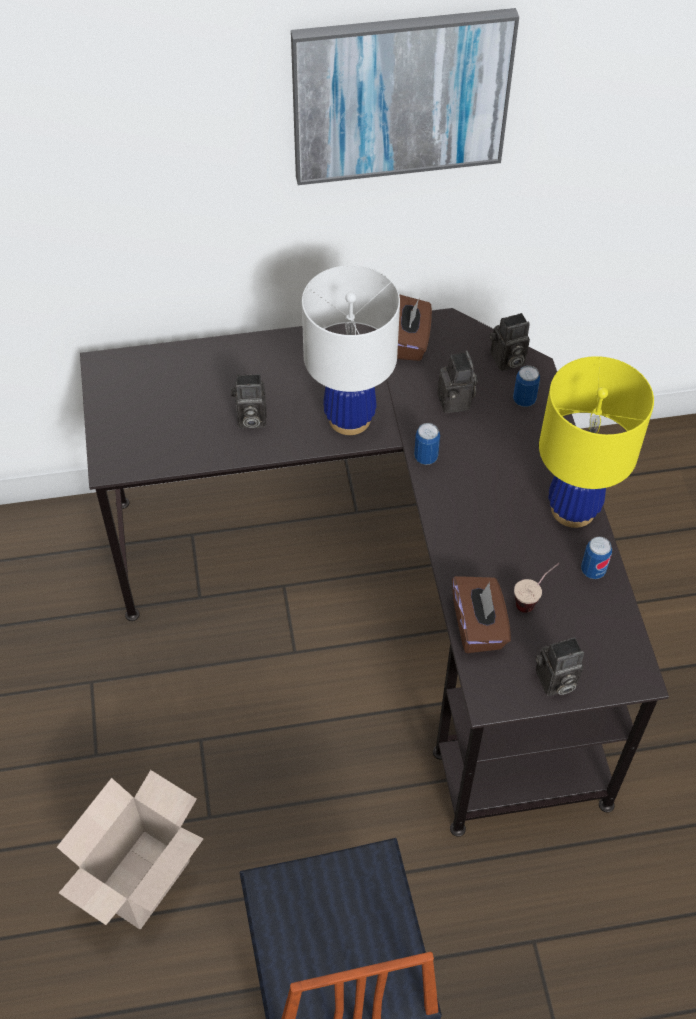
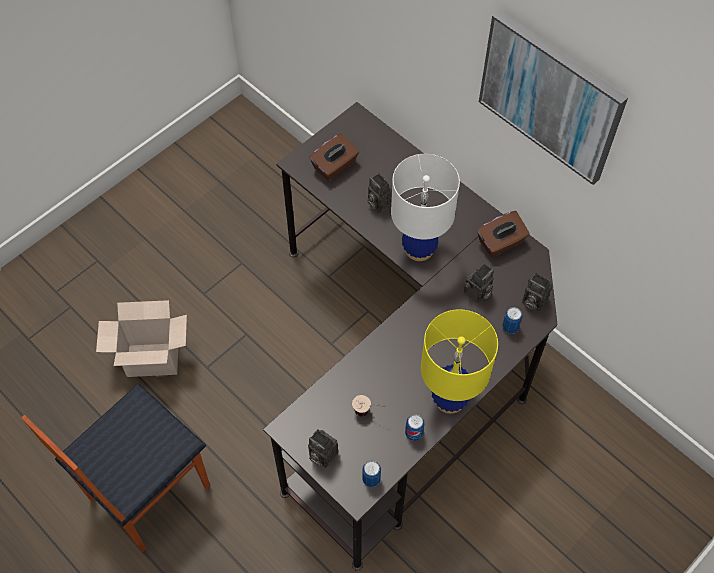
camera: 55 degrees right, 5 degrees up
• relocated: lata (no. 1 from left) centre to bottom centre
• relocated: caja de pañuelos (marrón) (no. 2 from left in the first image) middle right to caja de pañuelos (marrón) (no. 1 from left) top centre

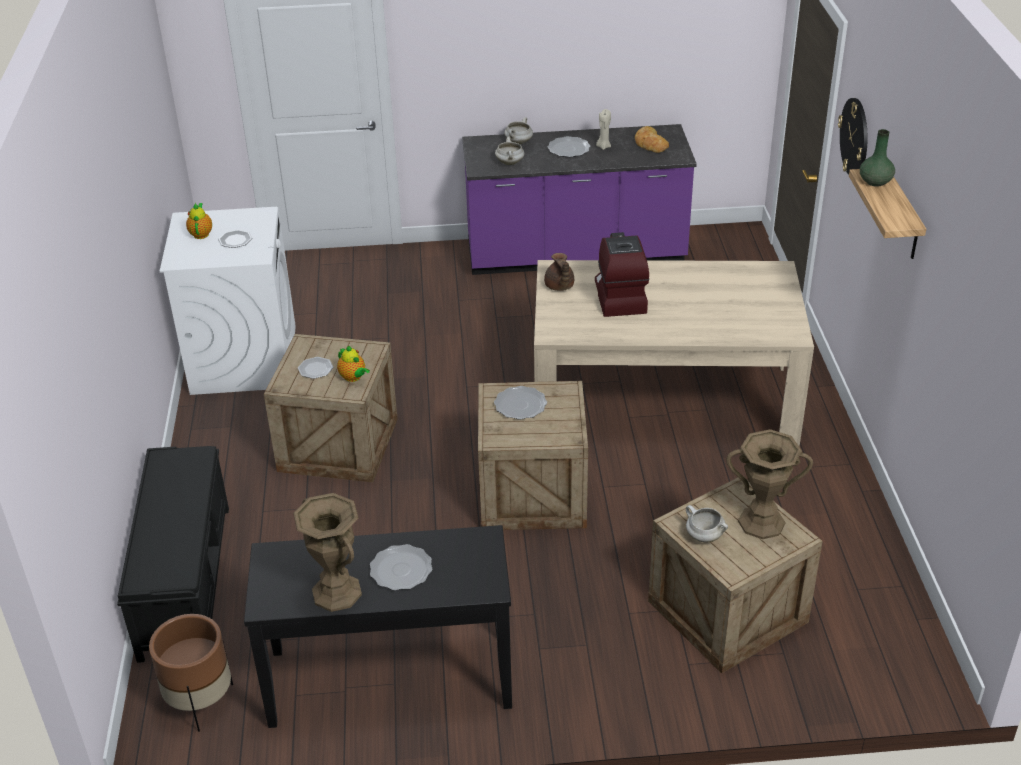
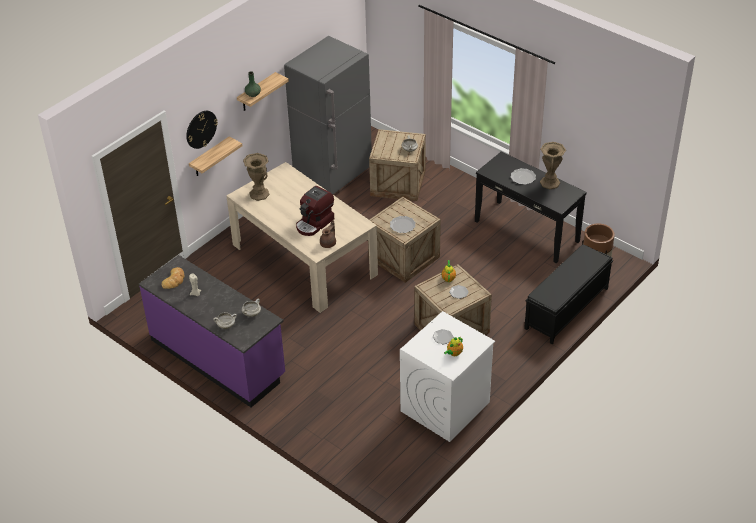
camera: 135 degrees left, 5 degrees up
• missing: plato (no. 5 from left) top centre
• relocated: florero (marrón) (no. 2 from left in the first image) middle right to florero (marrón) (no. 1 from left) centre
• appeared: nevera (gris) top centre
• appeared: estante (no. 1 from left) top left

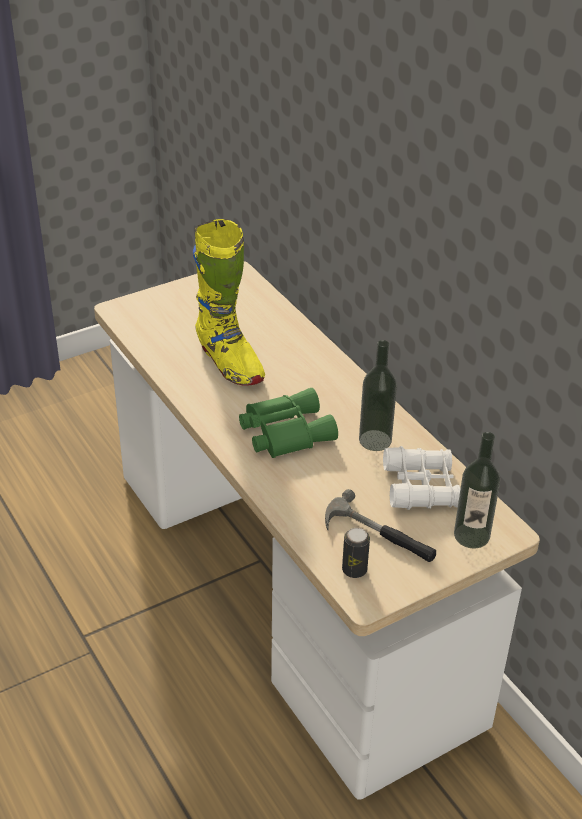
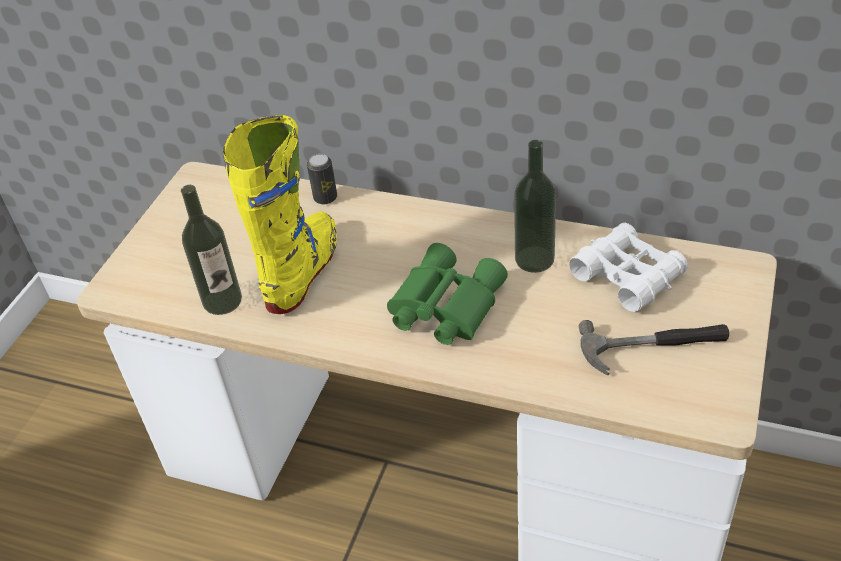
camera: 35 degrees left, 5 degrees up
• spun: bota (amarillo) centre = middle left 90 degrees counterclockwise
• relocated: botella (no. 2 from left in the first image) middle right to botella (no. 1 from left) middle left
• relocated: lata bottom centre to top centre

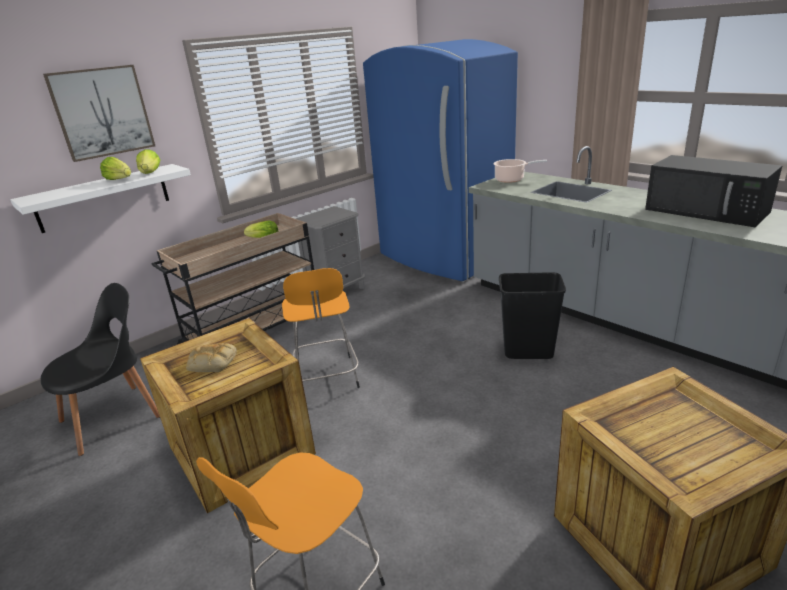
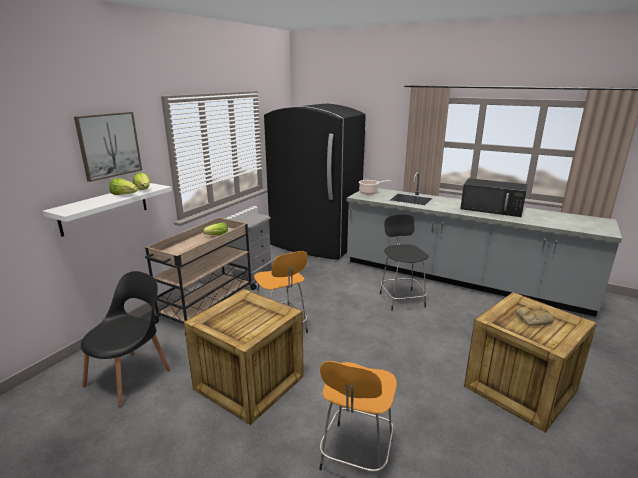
camera: 20 degrees left, 5 degrees down
• colour: nevera (azul) top centre to nevera (negro) centre
• exchanged: papelera (negro) middle right to taburete (negro) centre
• relocated: pan middle left to middle right

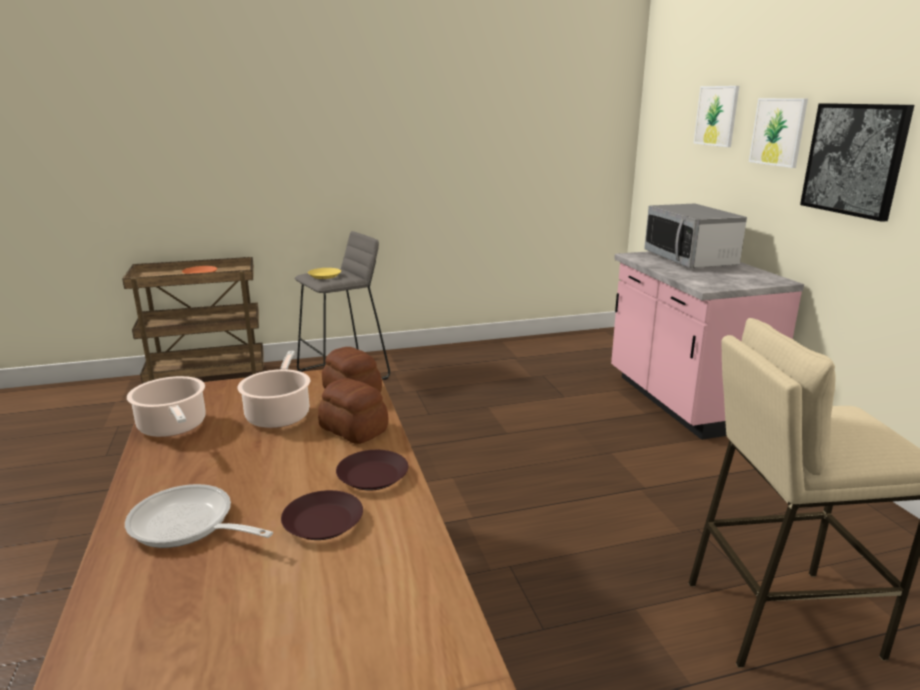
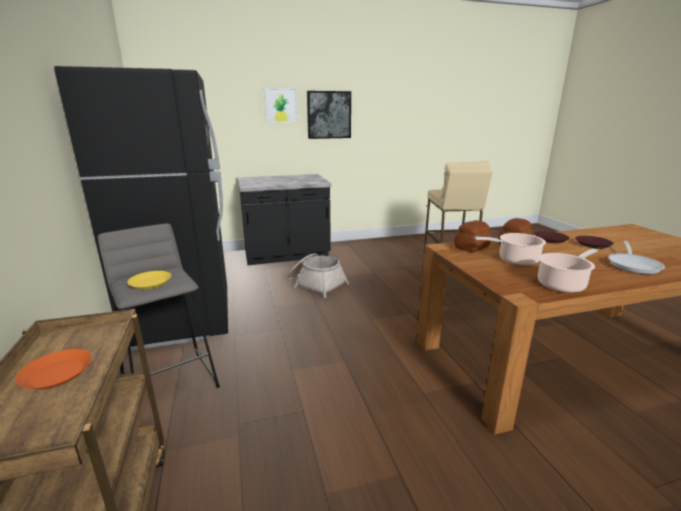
camera: 90 degrees left, 0 degrees up
• missing: cuadro (no. 1 from left) top right
• missing: microondas middle right
• colour: mueble bajo de cocina (rosa) middle right to mueble bajo de cocina (negro) centre
• appeared: nevera (negro) middle left
• appeared: cesta centre

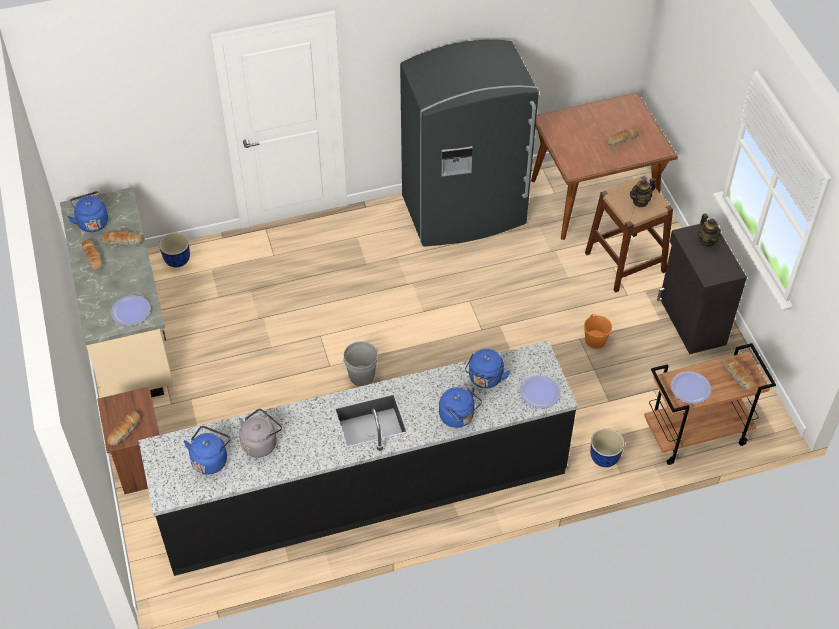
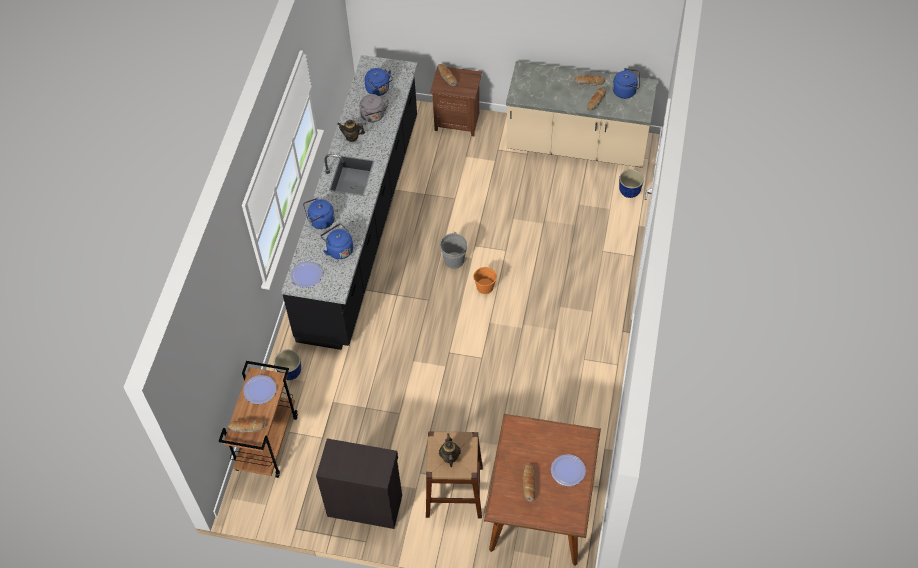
camera: 120 degrees right, 5 degrees up
• missing: nevera (gris) top centre
• relocated: tetera (no. 2 from left in the first image) middle right to tetera (no. 1 from left) top centre
• relocated: plato (no. 1 from left in the first image) middle left to plato (no. 3 from left) bottom centre
• relocated: cubo (naranja) middle right to centre

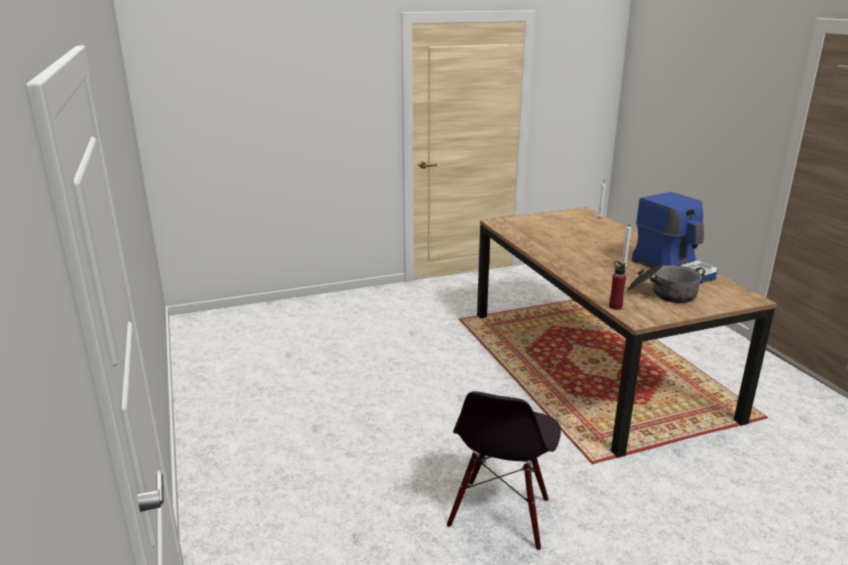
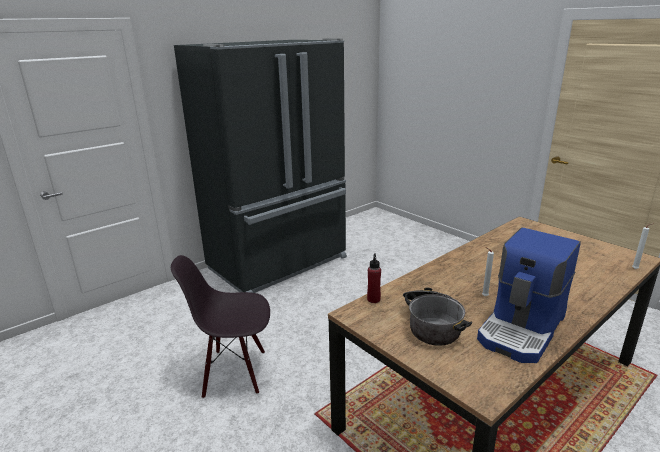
camera: 70 degrees right, 0 degrees up
• appeared: nevera (negro) centre

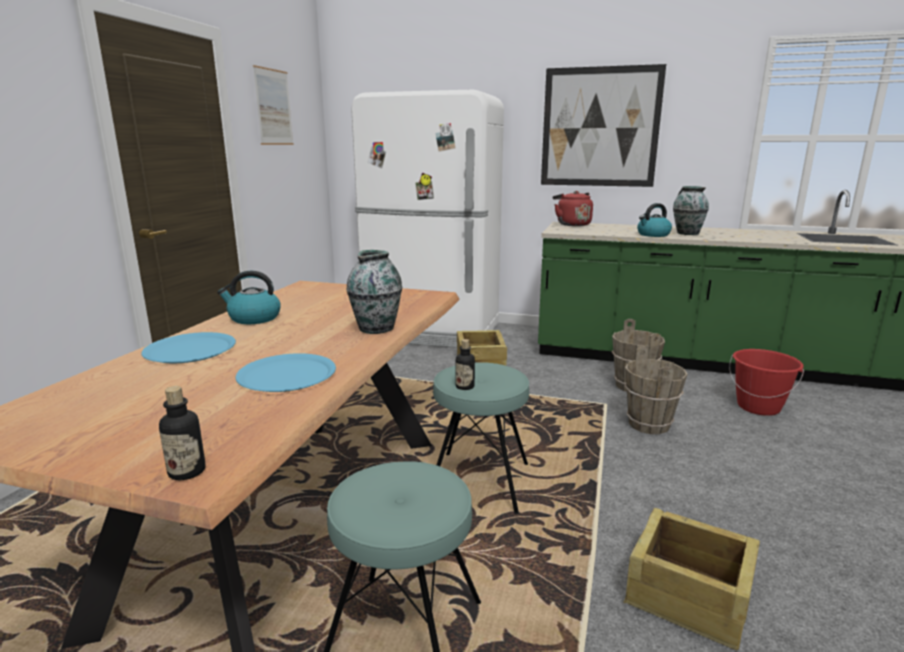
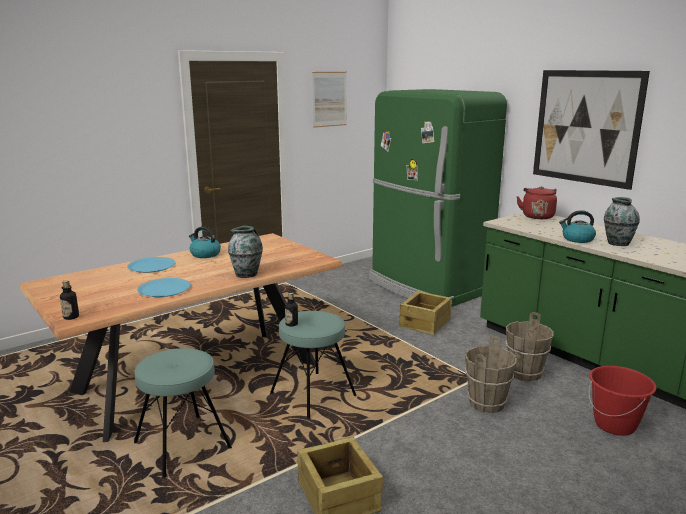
camera: 35 degrees right, 0 degrees up
• colour: nevera (blanco) centre to nevera (verde) centre

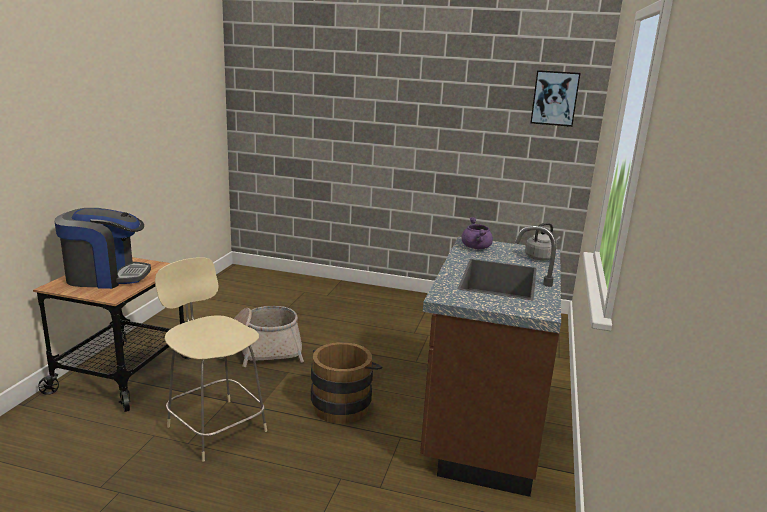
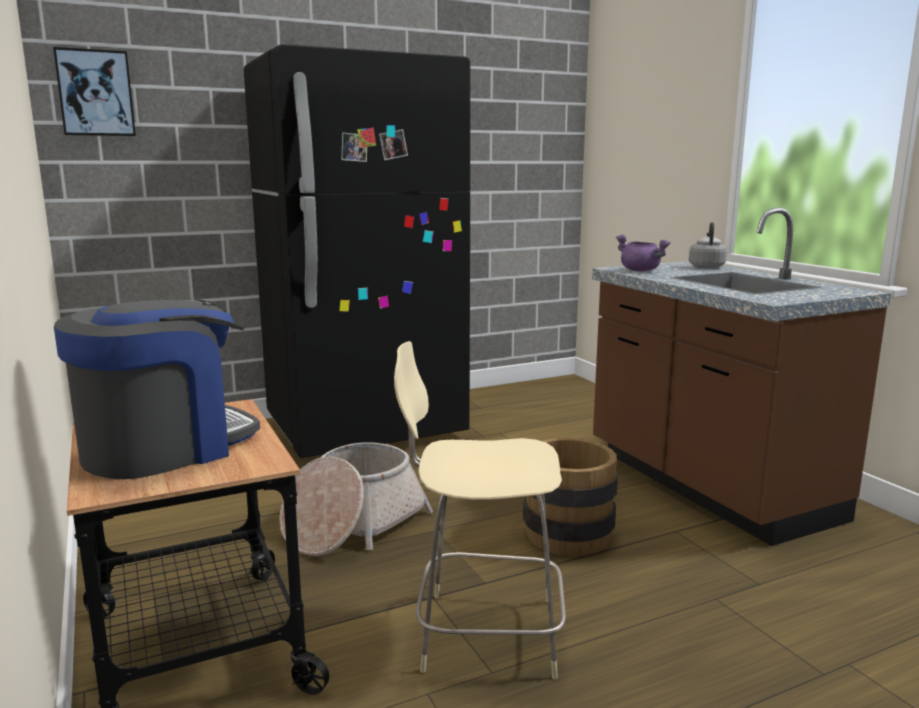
camera: 40 degrees left, 5 degrees down
• relocated: cuadro top right to top left
• appeared: nevera (negro) centre

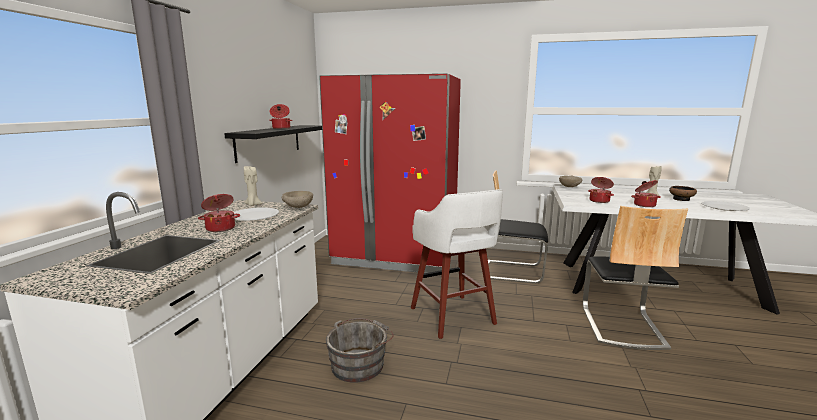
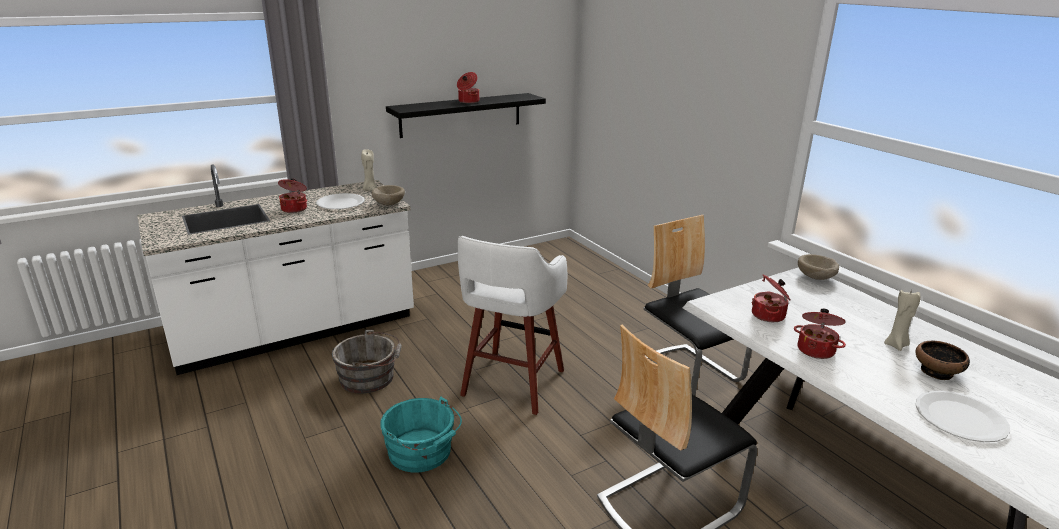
camera: 45 degrees right, 10 degrees up
• missing: nevera (rojo) centre
• appeared: cubo (turquesa) bottom centre

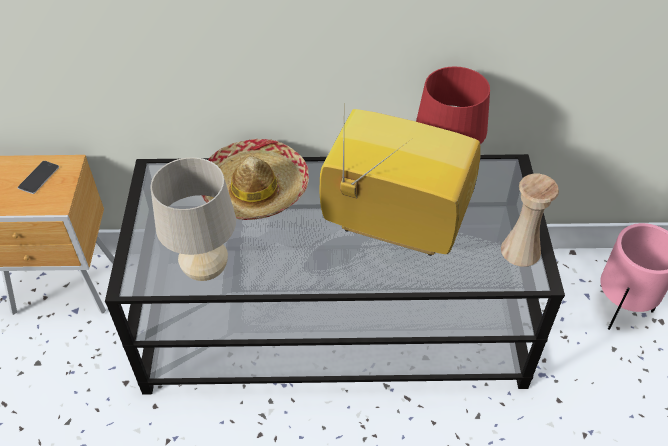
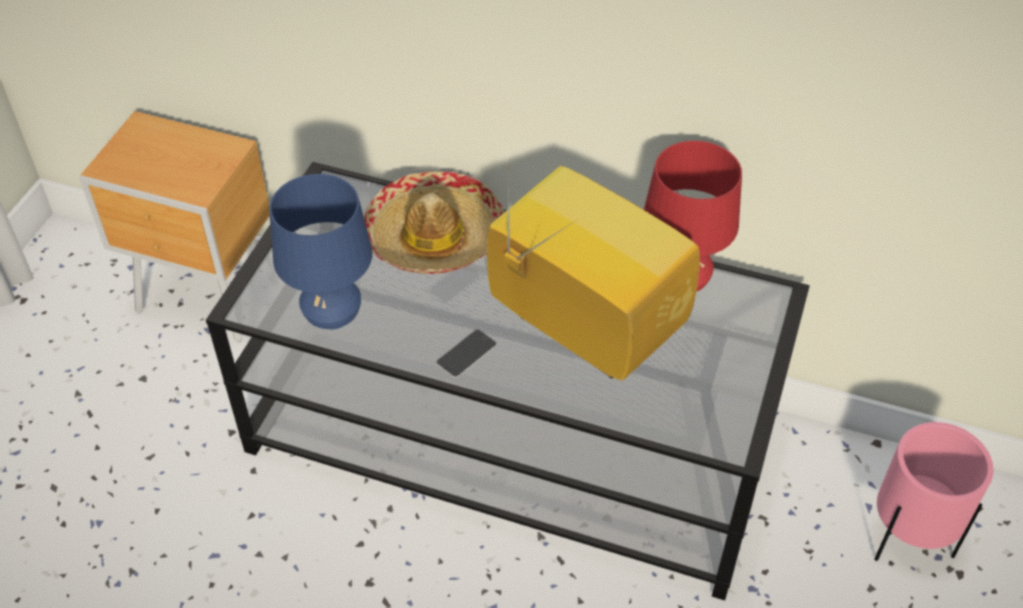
camera: 20 degrees right, 0 degrees up
• colour: lámpara de mesa (beis) middle left to lámpara de mesa (azul) middle left
• relocated: móvil middle left to centre
• missing: florero (beis) middle right

